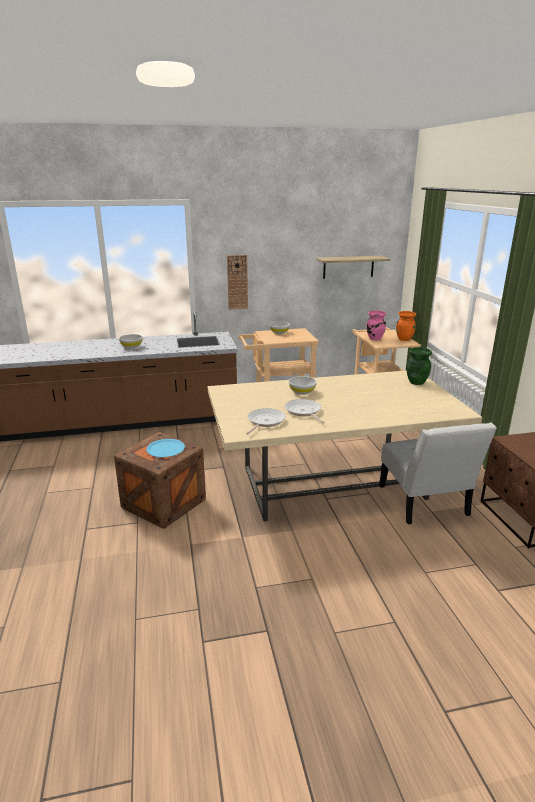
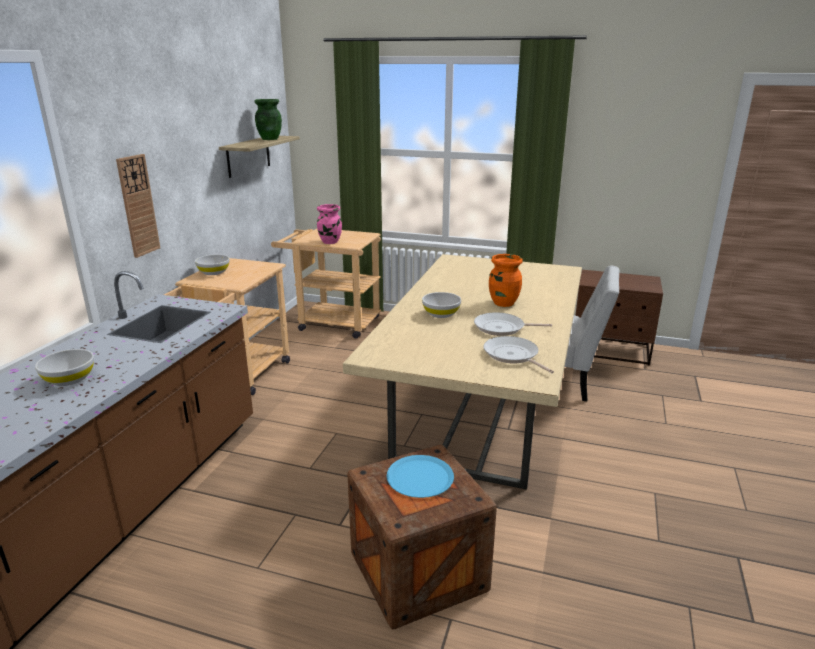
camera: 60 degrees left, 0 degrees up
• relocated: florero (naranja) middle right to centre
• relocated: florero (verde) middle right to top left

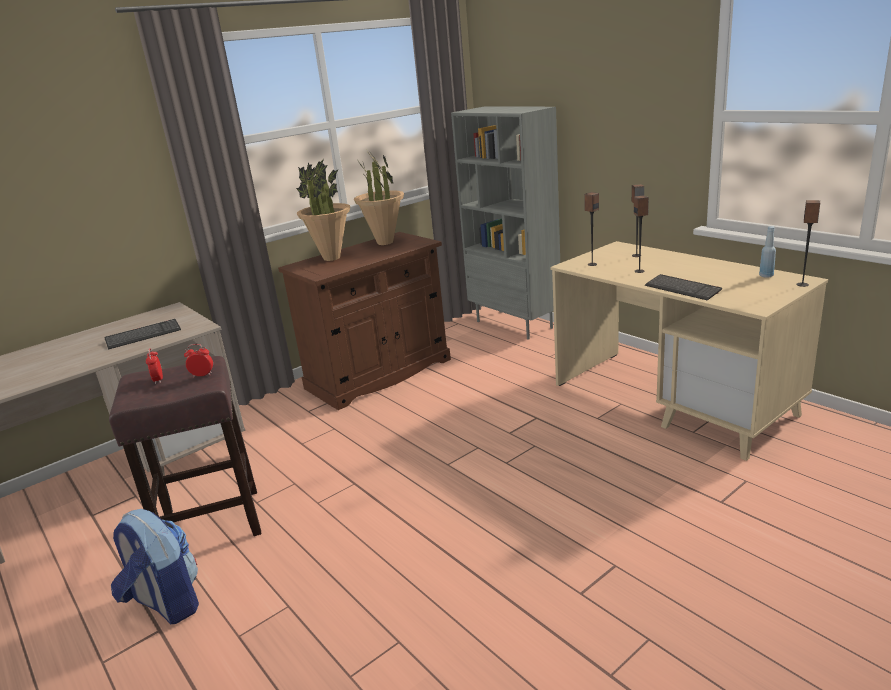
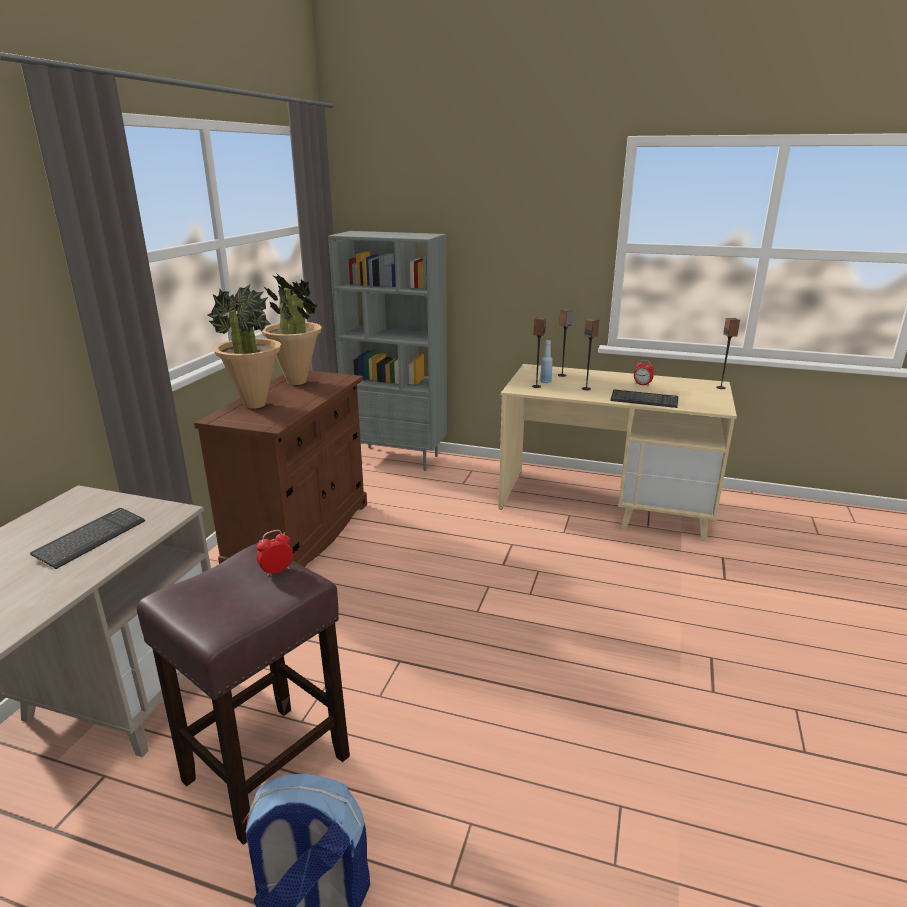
camera: 35 degrees left, 0 degrees up
• relocated: botella (azul) middle right to centre
• relocated: despertador (no. 1 from left in the first image) middle left to despertador (no. 2 from left) middle right

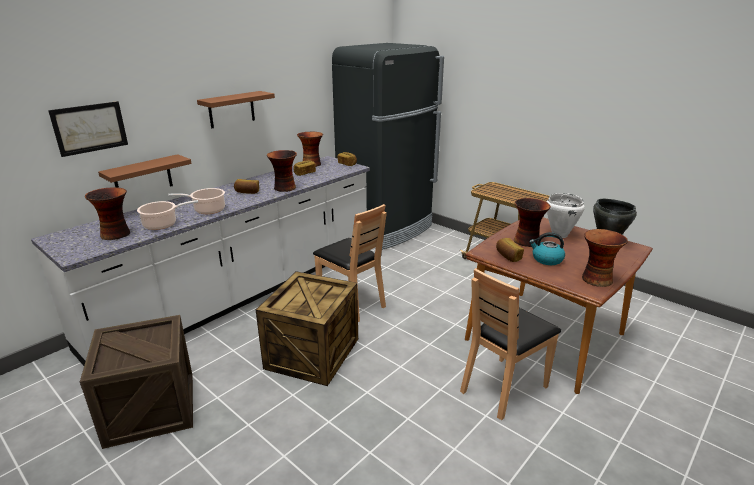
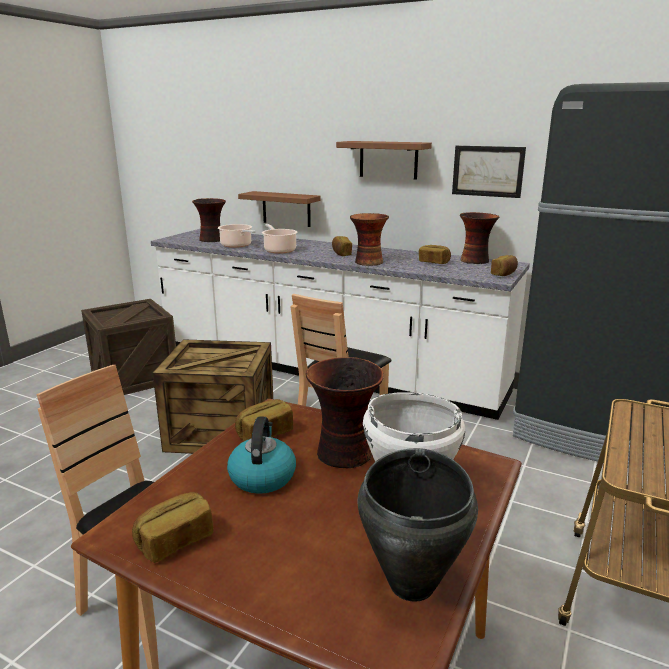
camera: 75 degrees right, 5 degrees down
• relocated: cuadro top left to top right
• exchanged: florero (no. 5 from left) middle right to pan (no. 1 from left) bottom left

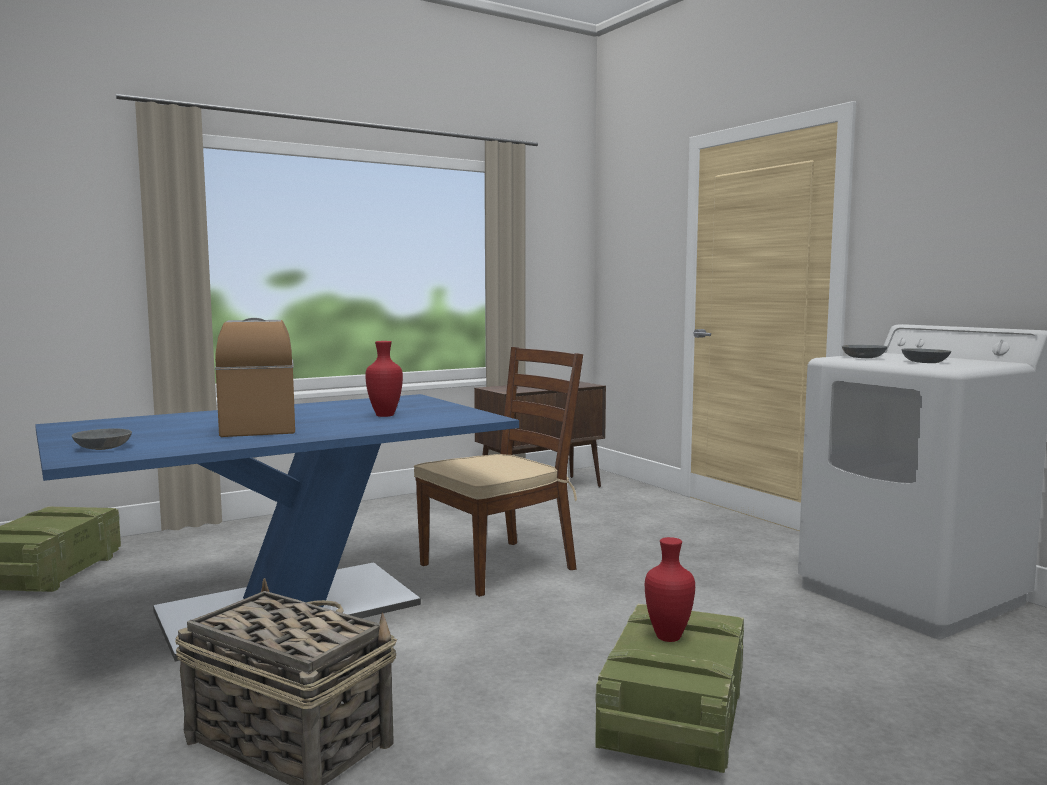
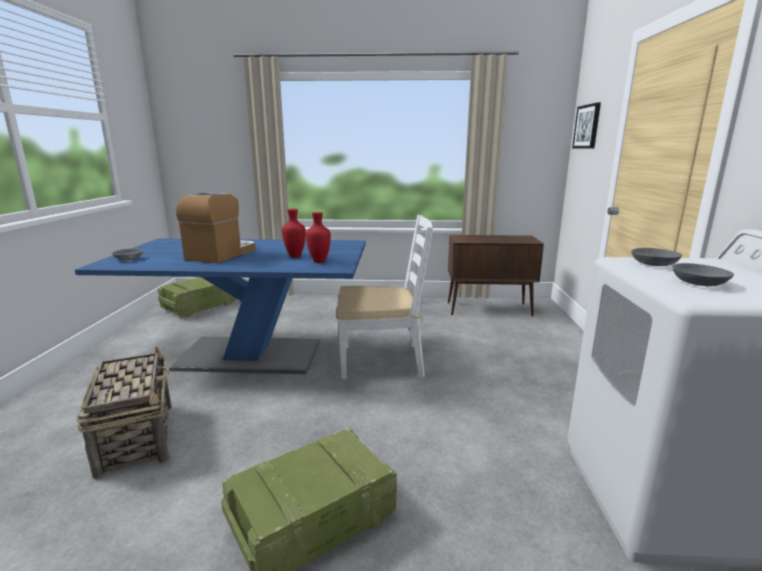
camera: 35 degrees right, 10 degrees up
• colour: silla (marrón) centre to silla (blanco) centre
• relocated: florero (rojo) (no. 2 from left) bottom centre to centre
• appeared: cuadro top right

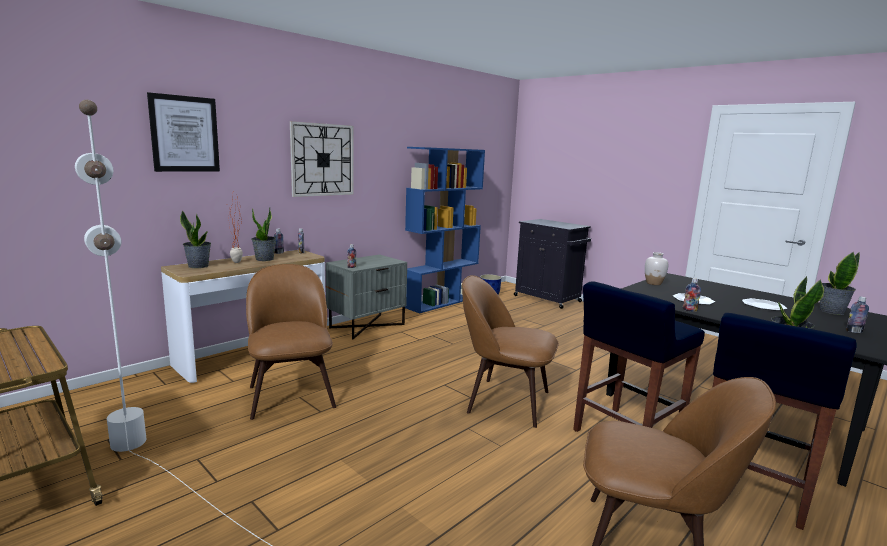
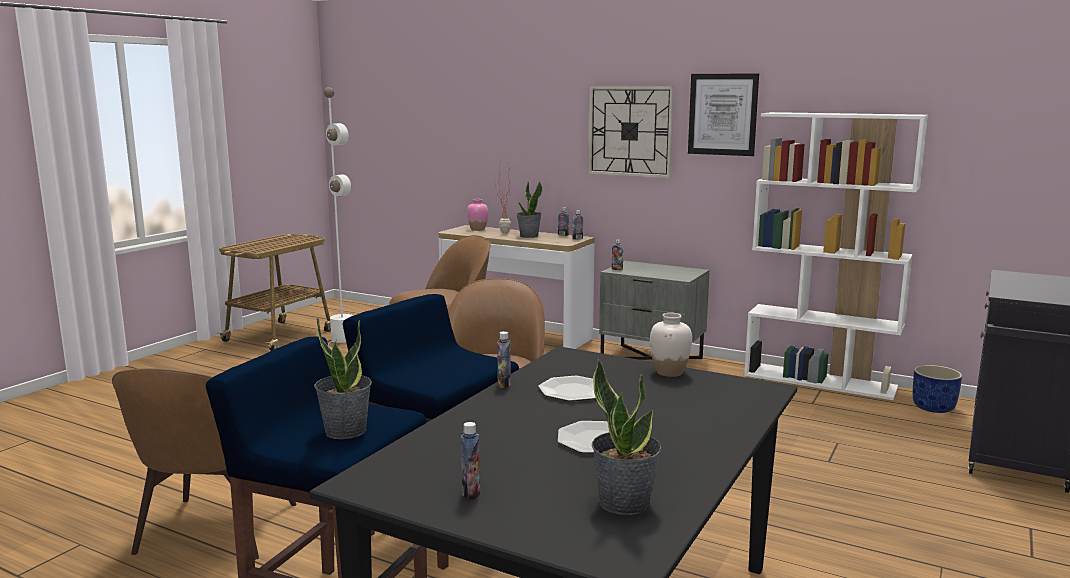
camera: 75 degrees right, 0 degrees up
• relocated: cuadro top left to top right
• colour: estantería (azul) centre to estantería (blanco) middle right
• exchanged: planta en maceta (no. 1 from left) middle left to florero (rosa) centre

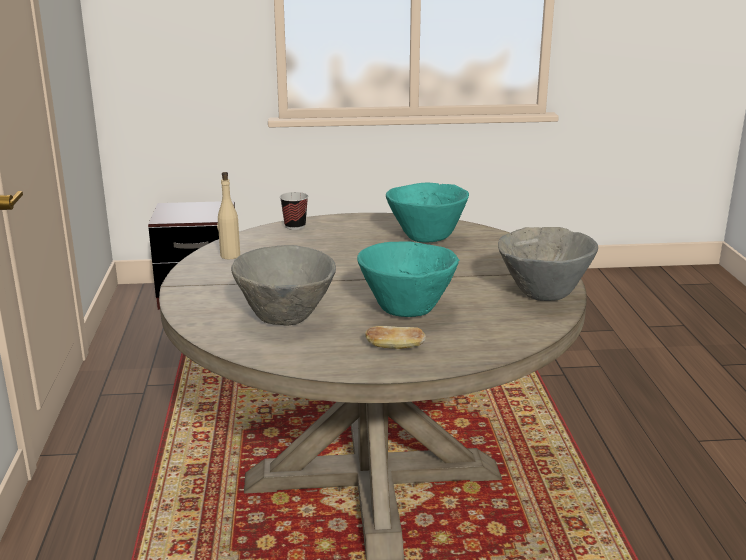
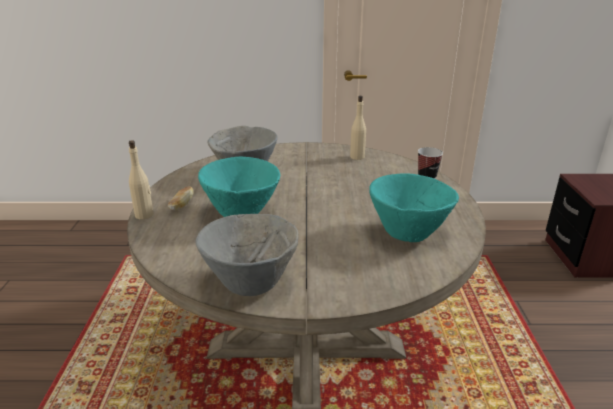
camera: 95 degrees right, 5 degrees up
• appeared: botella (beis) (no. 1 from left) middle left

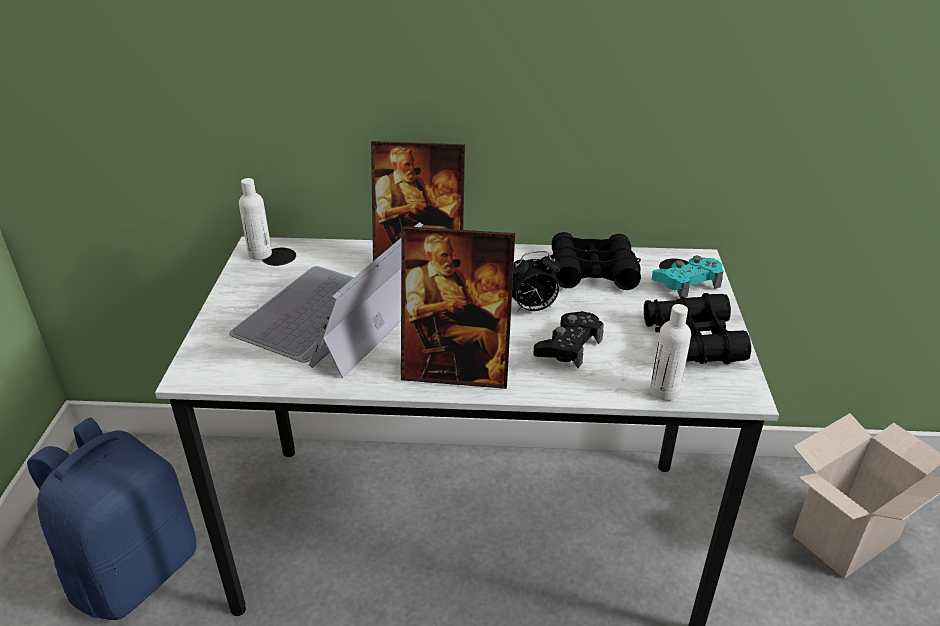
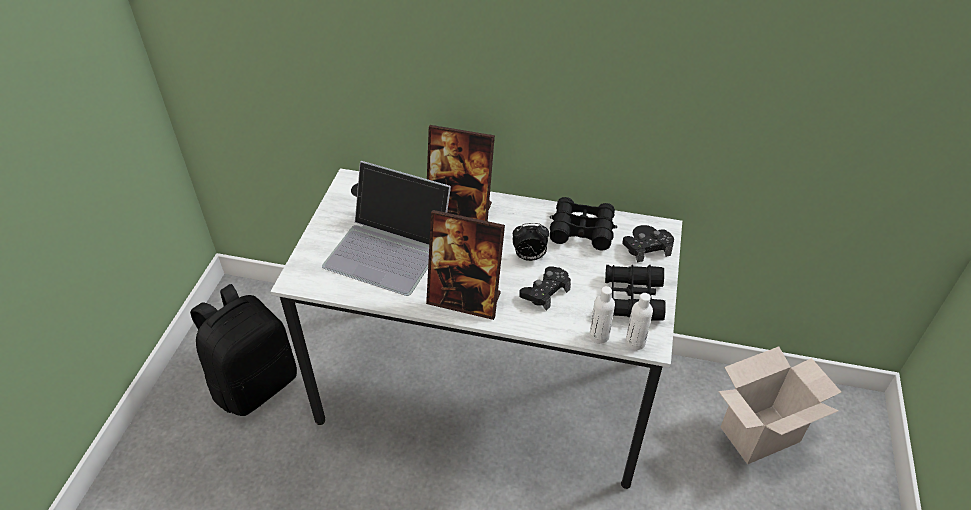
camera: 10 degrees right, 10 degrees up
• relocated: botella (blanco) (no. 1 from left in the first image) middle left to botella (blanco) (no. 2 from left) centre
• spun: portátil centre = centre 105 degrees counterclockwise
• colour: mando de consola (turquesa) middle right to mando de consola (negro) (no. 2 from left) middle right
• colour: mochila (azul) bottom left to mochila (negro) bottom left

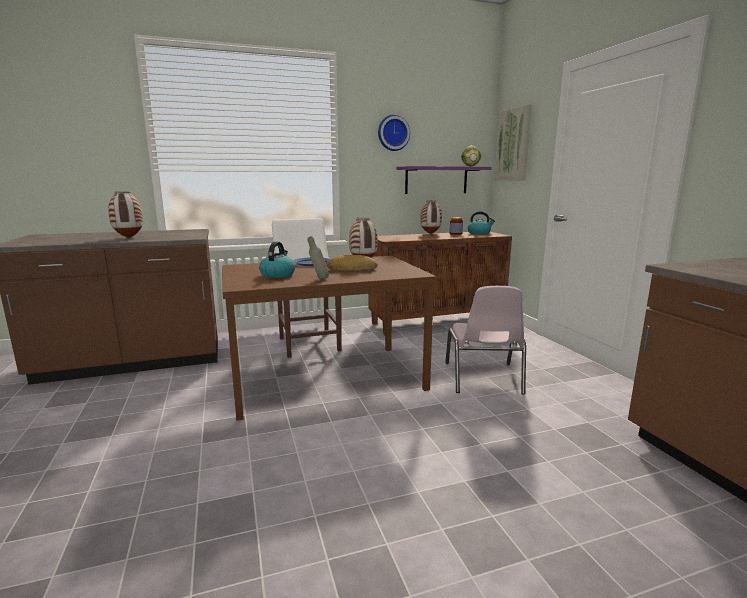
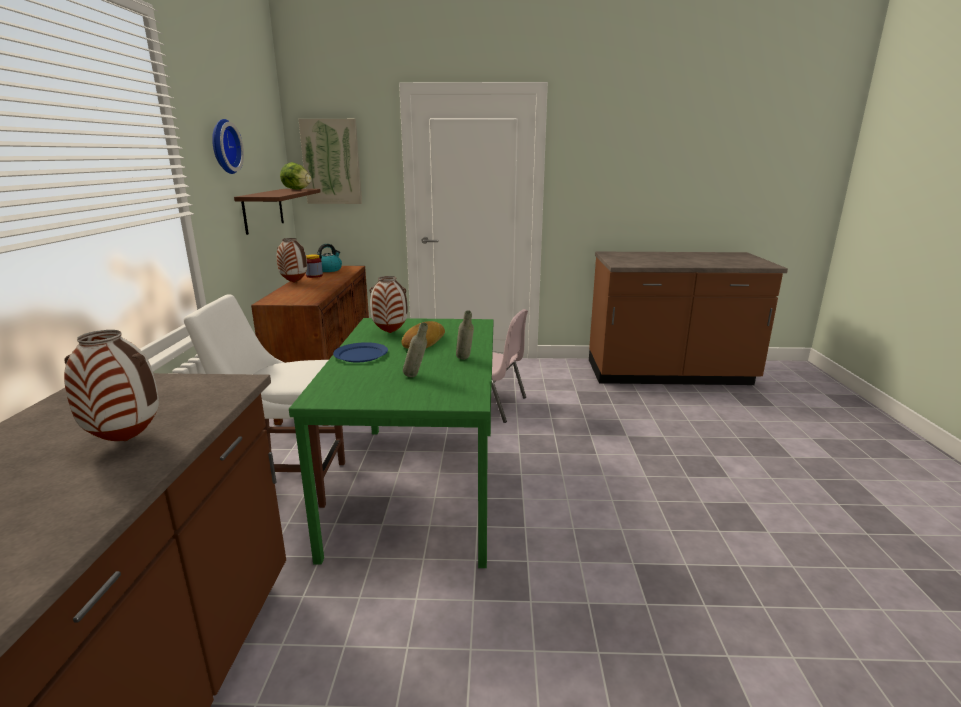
camera: 70 degrees left, 5 degrees up
• colour: estante (morado) top centre to estante (marrón) top left
• exchanged: hervidor (no. 1 from left) centre to botella (gris) (no. 1 from left) centre
• colour: mesa de comedor (marrón) centre to mesa de comedor (verde) centre

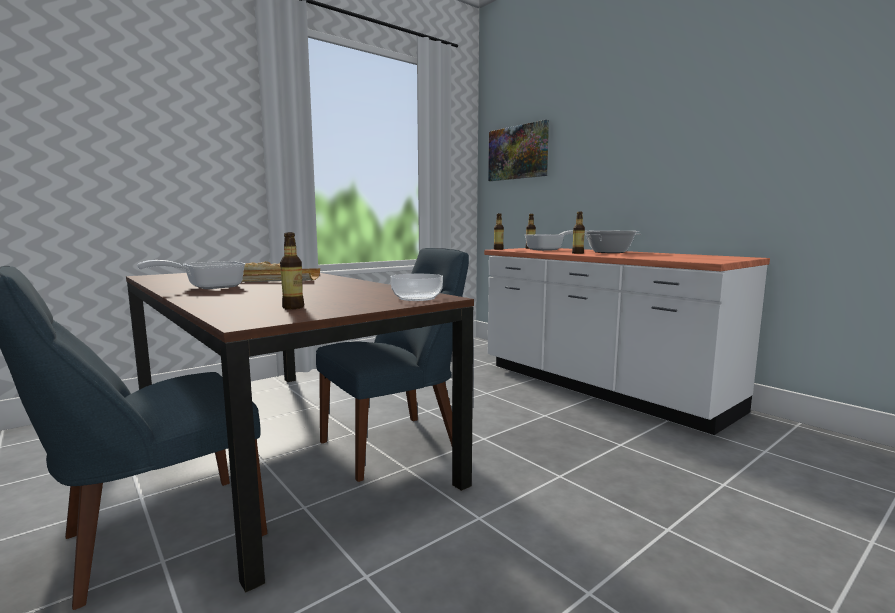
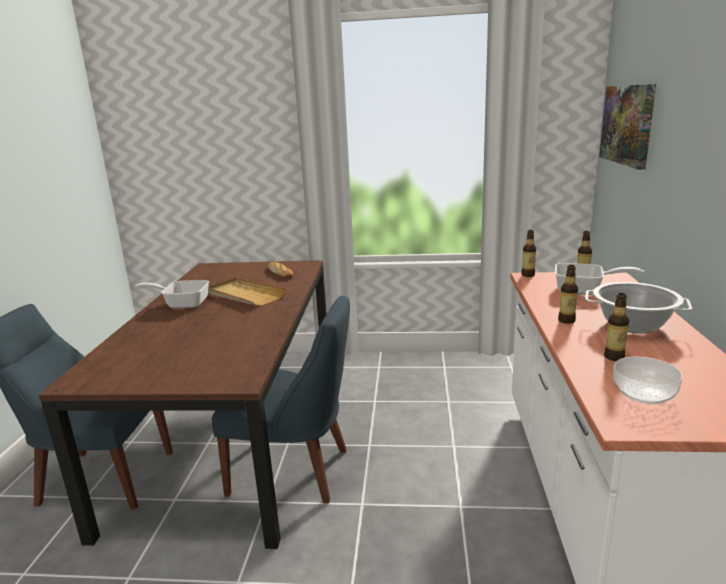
camera: 45 degrees right, 10 degrees up
• relocated: botella (no. 1 from left in the first image) middle left to botella (no. 4 from left) middle right
• relocated: cuenco centre to middle right

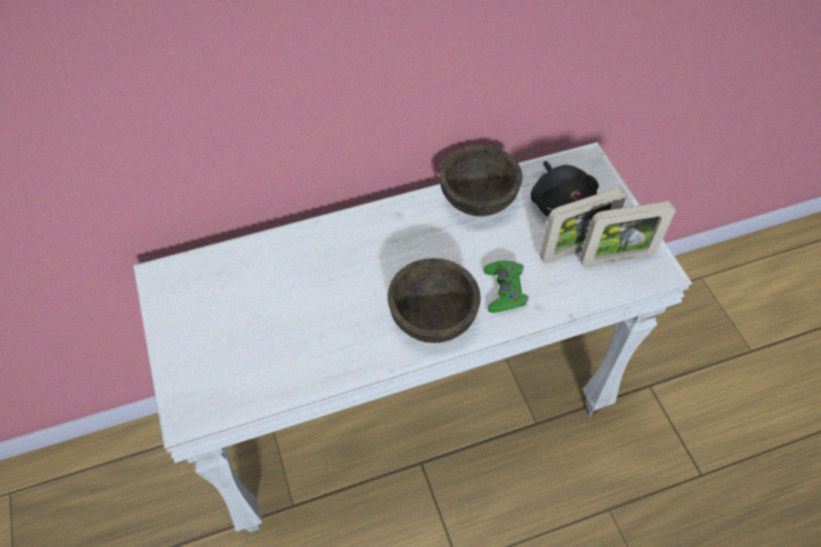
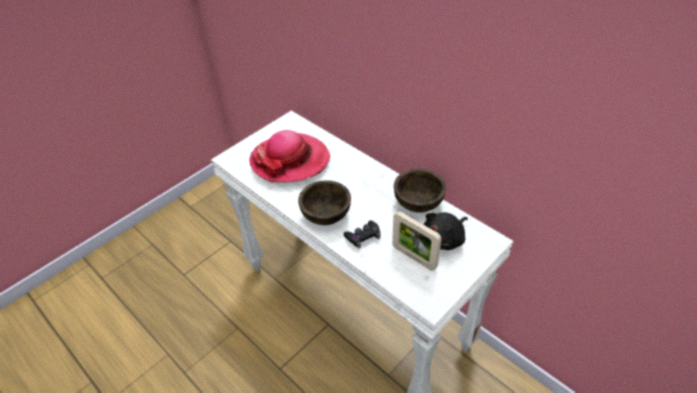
camera: 65 degrees right, 10 degrees down
• missing: portarretratos (no. 2 from left) middle right
• colour: mando de consola (verde) centre to mando de consola (negro) centre
• appeared: sombrero centre

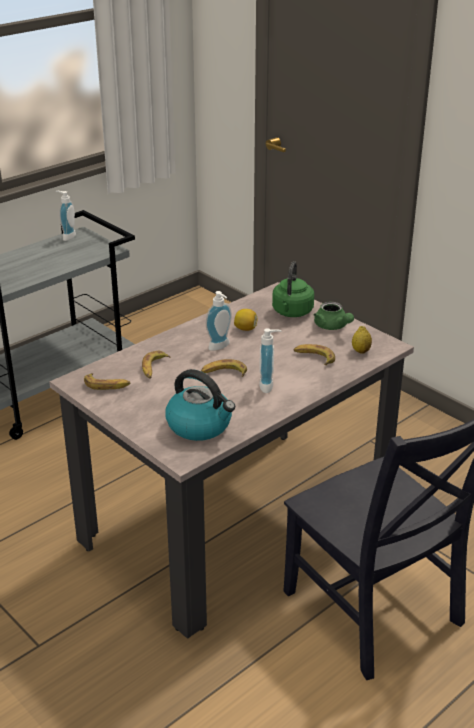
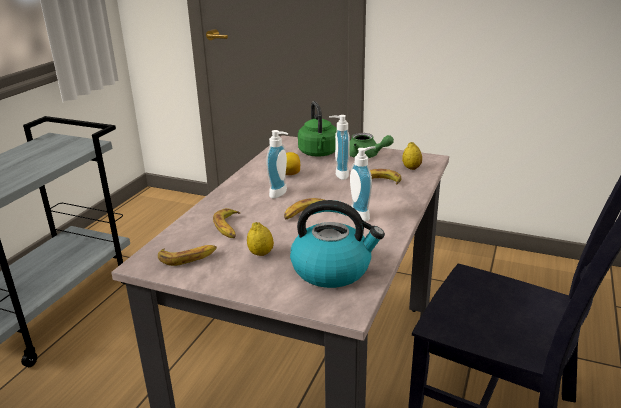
camera: 25 degrees left, 5 degrees down
• relocated: dispensador de jabón (no. 1 from left in the first image) top left to dispensador de jabón (no. 2 from left) centre
• appeared: limón (no. 1 from left) centre

